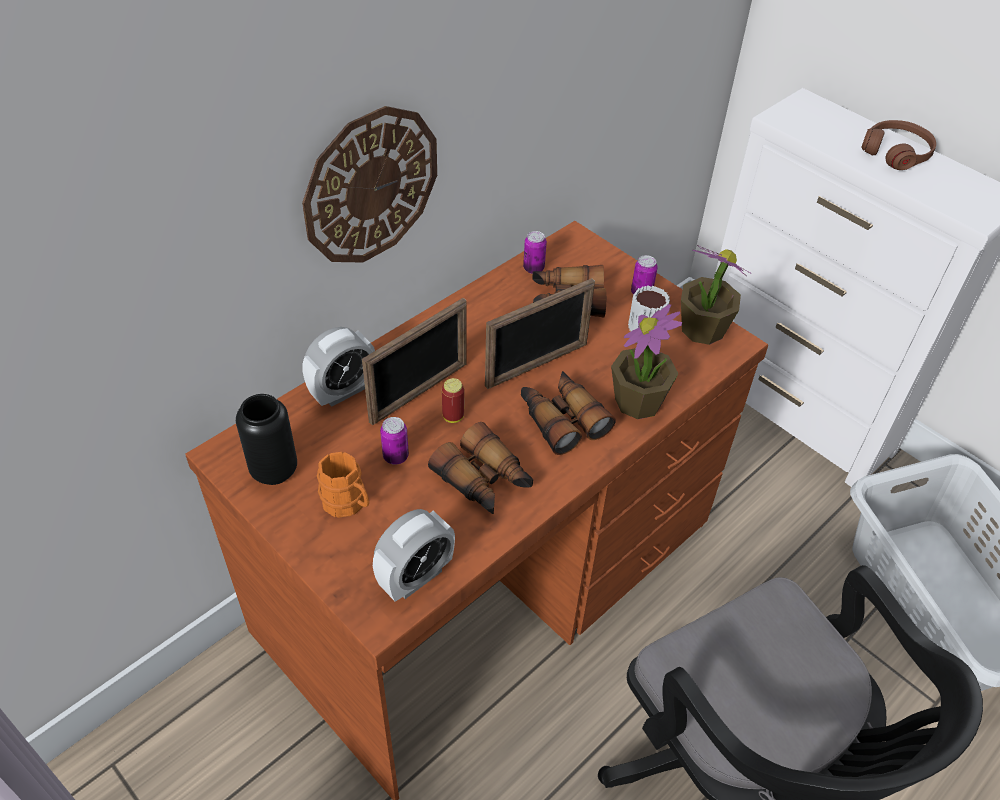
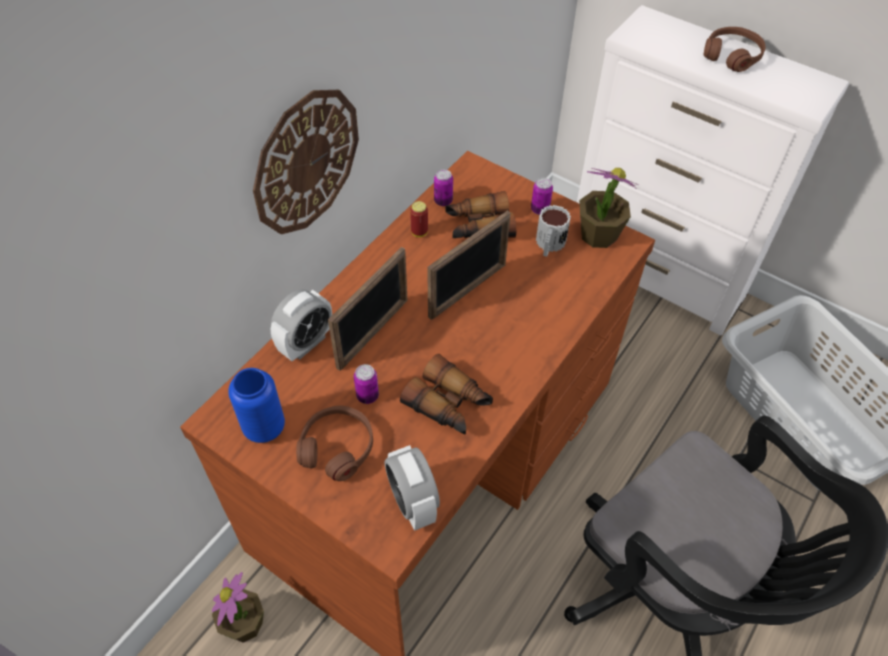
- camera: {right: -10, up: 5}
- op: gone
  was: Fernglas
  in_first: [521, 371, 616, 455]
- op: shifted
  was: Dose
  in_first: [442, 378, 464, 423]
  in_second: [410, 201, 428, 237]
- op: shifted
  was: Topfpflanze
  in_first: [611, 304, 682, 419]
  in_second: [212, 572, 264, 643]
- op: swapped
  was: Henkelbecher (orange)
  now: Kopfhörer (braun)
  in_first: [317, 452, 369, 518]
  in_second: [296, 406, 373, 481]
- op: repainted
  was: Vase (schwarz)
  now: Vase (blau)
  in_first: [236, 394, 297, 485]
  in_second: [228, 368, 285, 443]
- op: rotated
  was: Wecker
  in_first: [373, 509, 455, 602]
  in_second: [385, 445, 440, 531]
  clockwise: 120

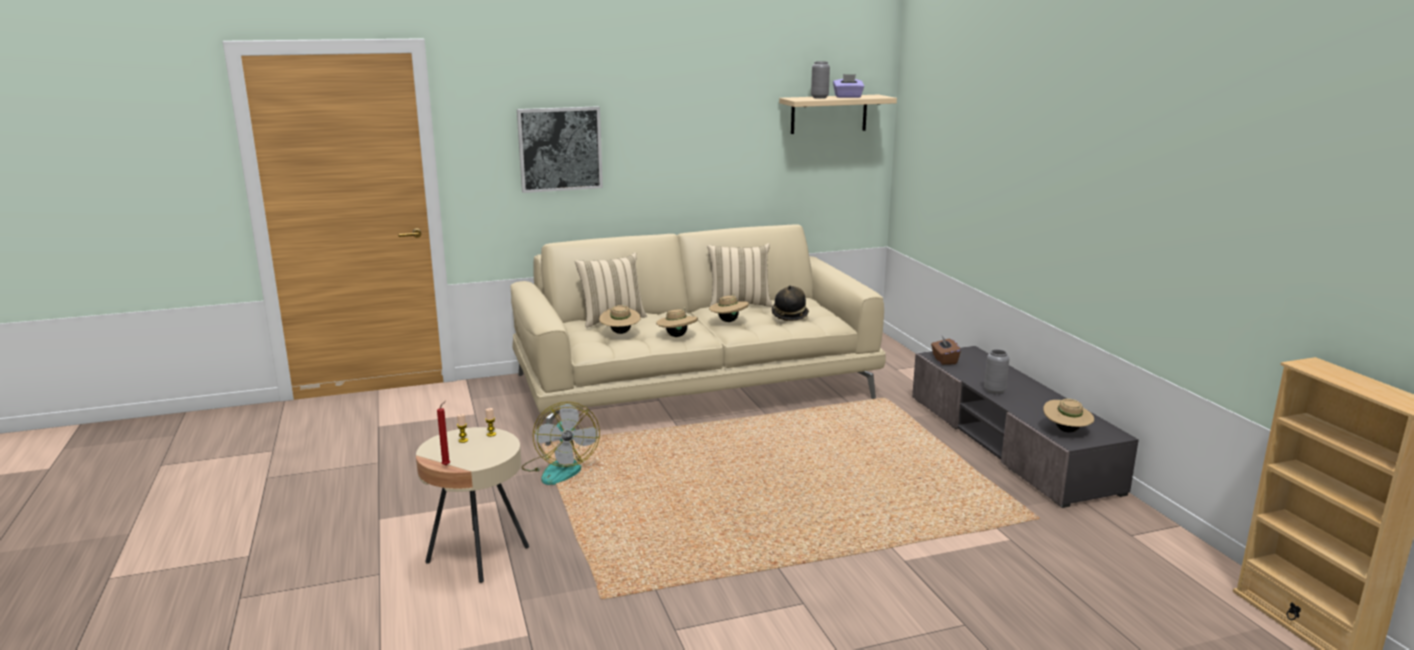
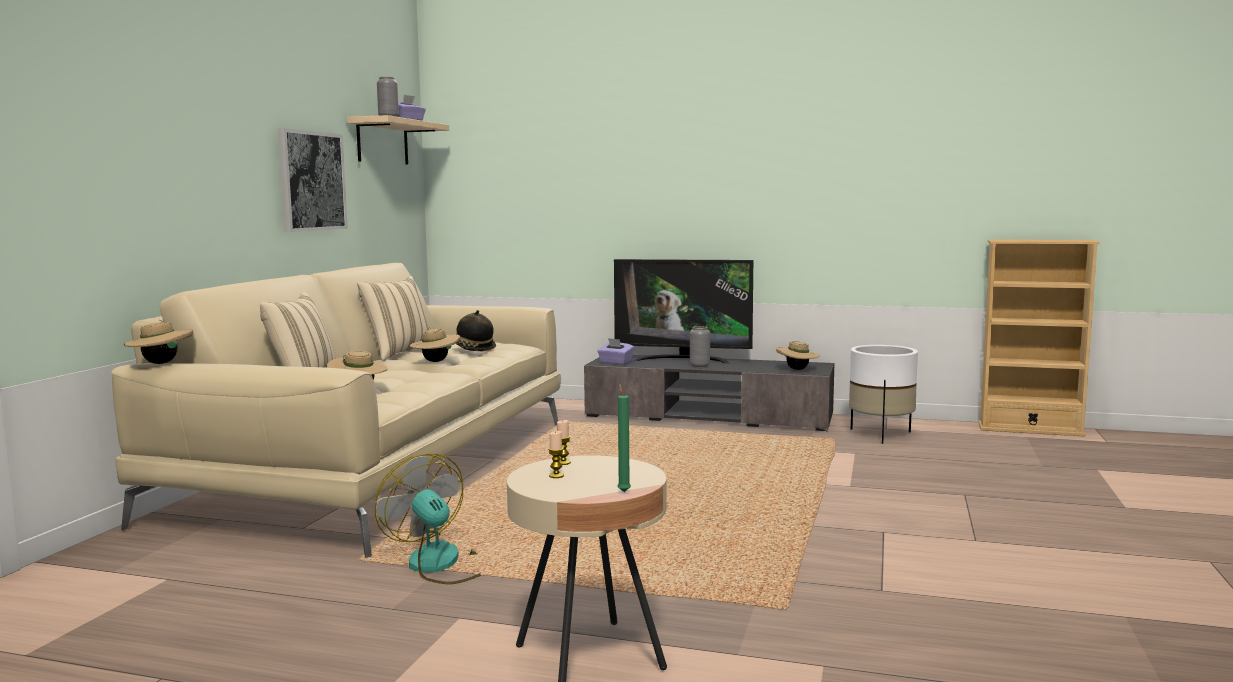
- camera: {right: -55, up: -10}
- op: new
  now: Fernseher
  in_second: [614, 259, 753, 364]
- op: new
  now: Pflanzkübel (weiß)
  in_second: [849, 345, 918, 444]
- op: shifted
  was: Bild
  in_first: [517, 106, 603, 193]
  in_second: [277, 128, 348, 232]
- op: shifted
  was: Hut (beige)
  in_first: [656, 307, 698, 337]
  in_second: [124, 319, 193, 364]
- op: repainted
  was: Kerze (rot)
  now: Kerze (grün)
  in_first: [437, 401, 450, 465]
  in_second: [617, 384, 631, 492]
- op: repainted
  was: Taschentuchbox (braun)
  now: Taschentuchbox (lila)
  in_first: [931, 336, 961, 365]
  in_second: [597, 338, 634, 365]
- op: rotated
  was: Ventilator
  in_first: [522, 402, 600, 485]
  in_second: [375, 454, 482, 584]
  clockwise: -150

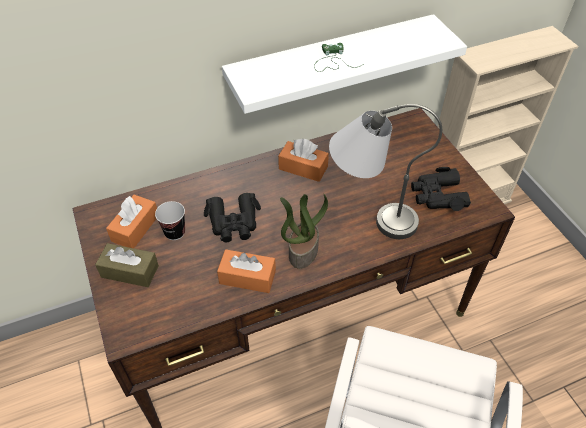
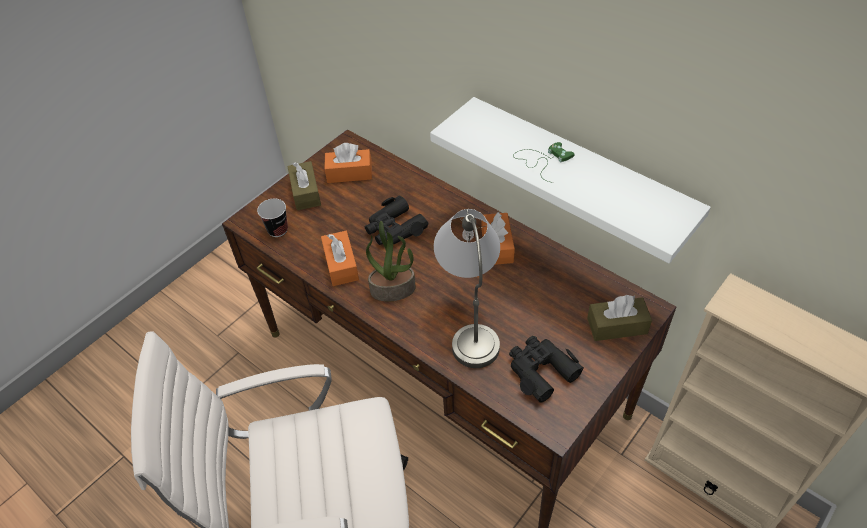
- camera: {right: 65, up: 0}
- op: new
  now: Taschentuchbox (braun)
  in_second: [587, 295, 652, 341]
- op: shifted
  was: Tasse
  in_first: [155, 201, 185, 240]
  in_second: [257, 199, 288, 237]

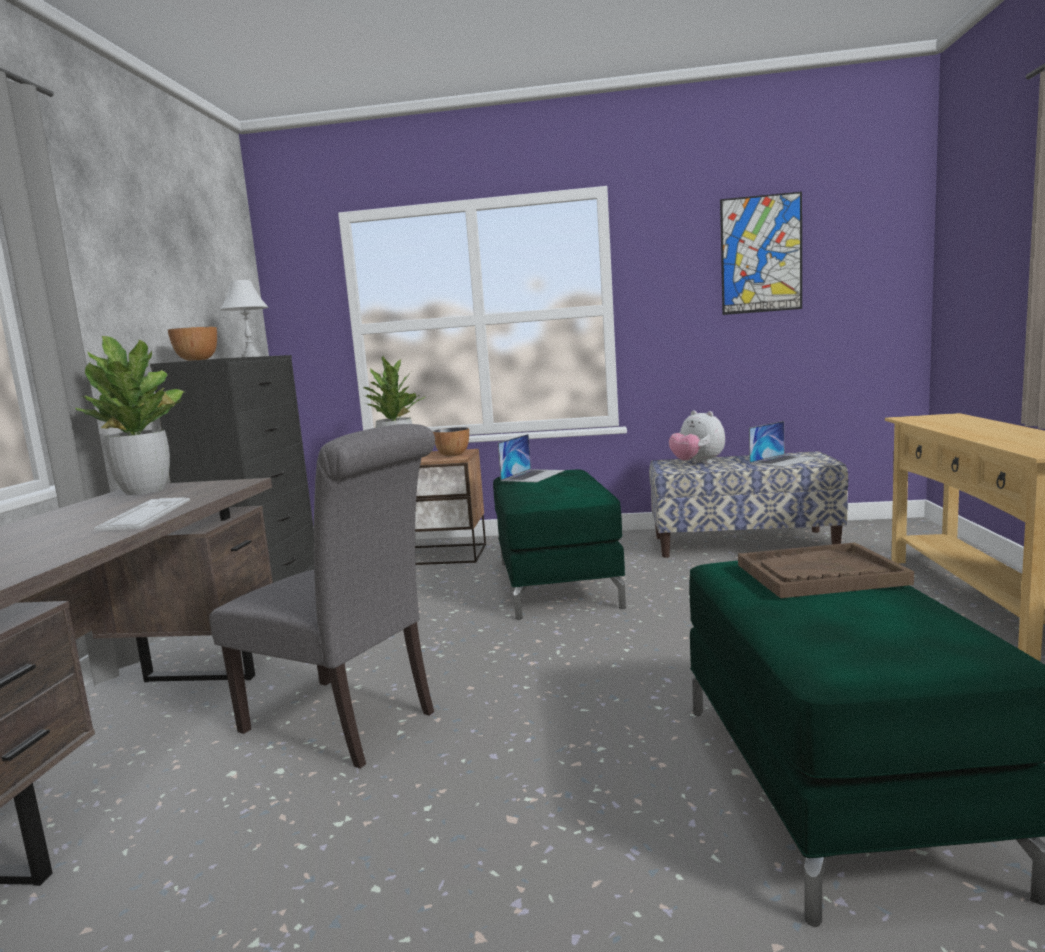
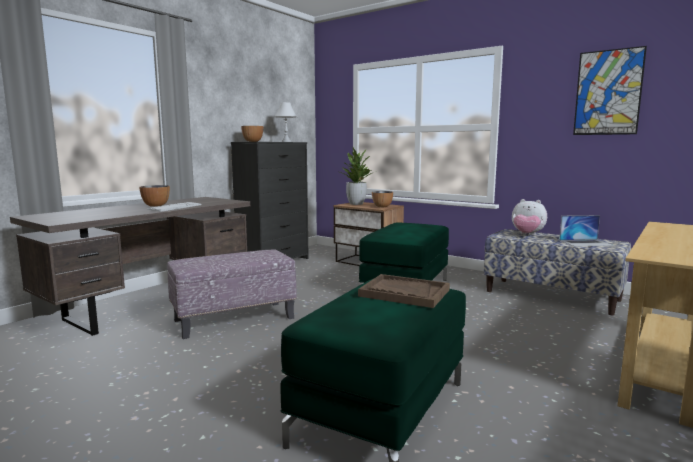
- camera: {right: 30, up: 0}
- op: gone
  was: Topfpflanze
  in_first: [75, 336, 184, 495]
- op: gone
  was: Laptop
  in_first: [498, 434, 565, 482]
- op: new
  now: Schüssel
  in_second: [139, 185, 170, 207]
- op: swapped
  was: Stuhl (grau)
  now: Polsterhocker
  in_first: [209, 424, 435, 768]
  in_second: [167, 250, 297, 339]
- op: rotated
  was: Plüschtier
  in_first: [669, 410, 725, 464]
  in_second: [512, 199, 547, 235]
  clockwise: -60

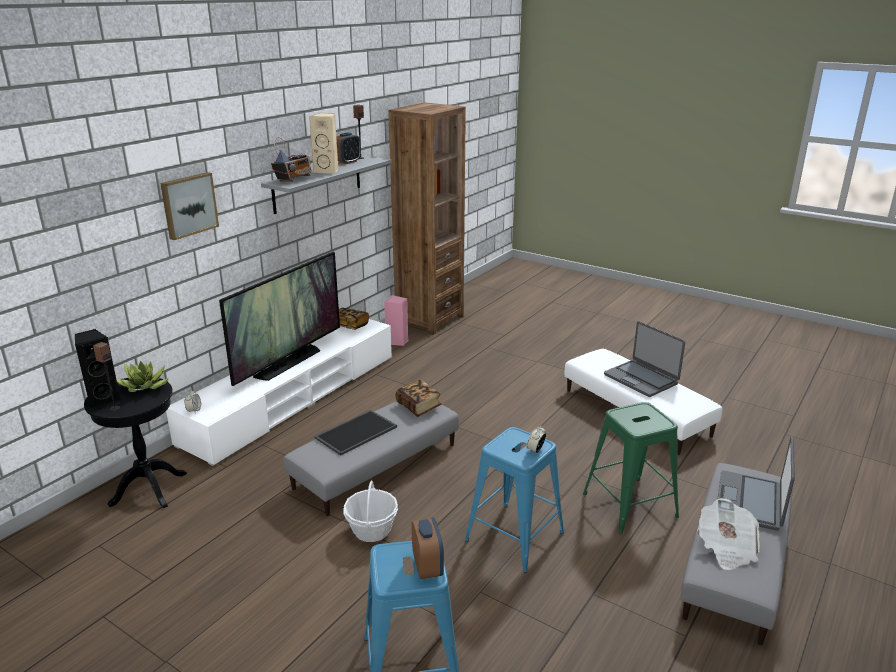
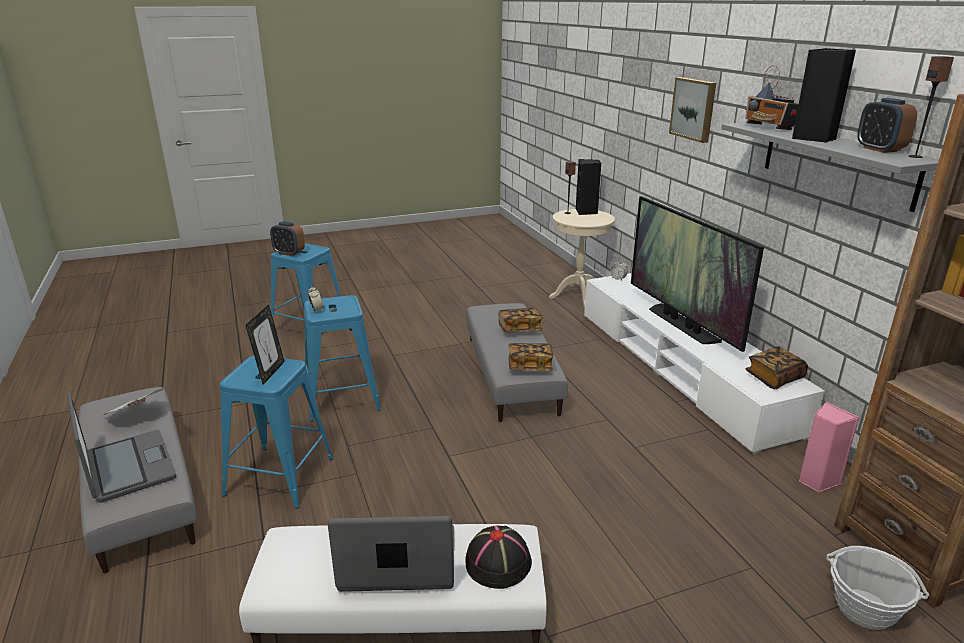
- camera: {right: 125, up: 0}
- op: gone
  was: Topfpflanze
  in_first: [116, 360, 169, 392]
- op: new
  now: Bilderrahmen
  in_second: [246, 305, 284, 385]
- op: new
  now: Hut (schwarz)
  in_second: [465, 526, 532, 589]
- op: shifted
  was: Korb
  in_first: [343, 480, 398, 542]
  in_second: [826, 546, 929, 630]
- op: swapped
  was: Tablett
  now: Buch
  in_first: [314, 410, 397, 456]
  in_second: [498, 308, 543, 332]
- op: repainted
  was: Beistelltisch (schwarz)
  now: Beistelltisch (beige)
  in_first: [84, 378, 187, 508]
  in_second: [549, 209, 615, 308]
- op: repainted
  was: Lautsprecher (beige)
  now: Lautsprecher (schwarz)
  in_first: [309, 113, 338, 174]
  in_second: [792, 48, 856, 143]
- op: repainted
  was: Hocker (grün)
  now: Hocker (blau)
  in_first: [583, 402, 679, 534]
  in_second: [220, 356, 334, 509]

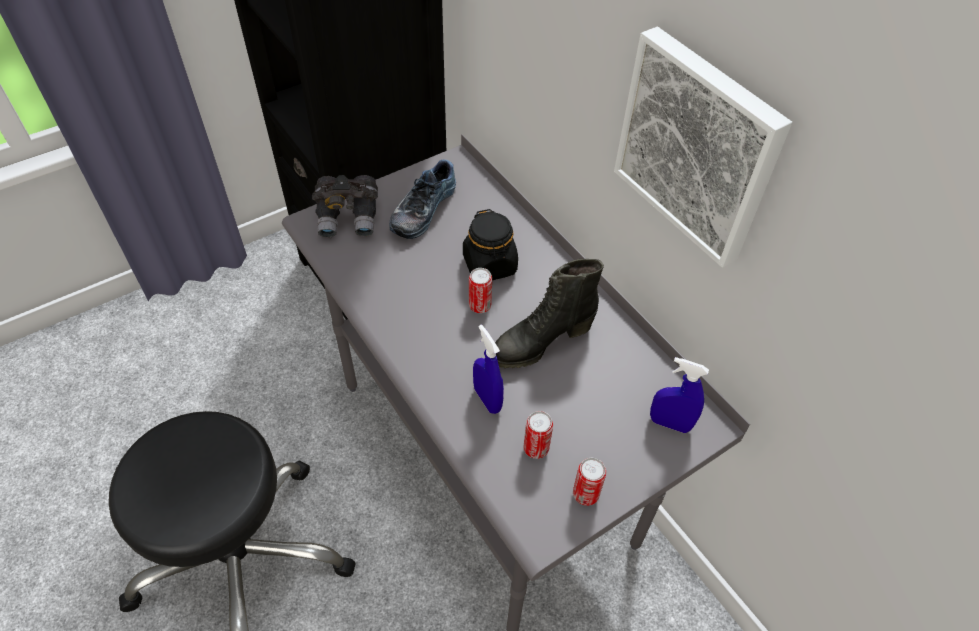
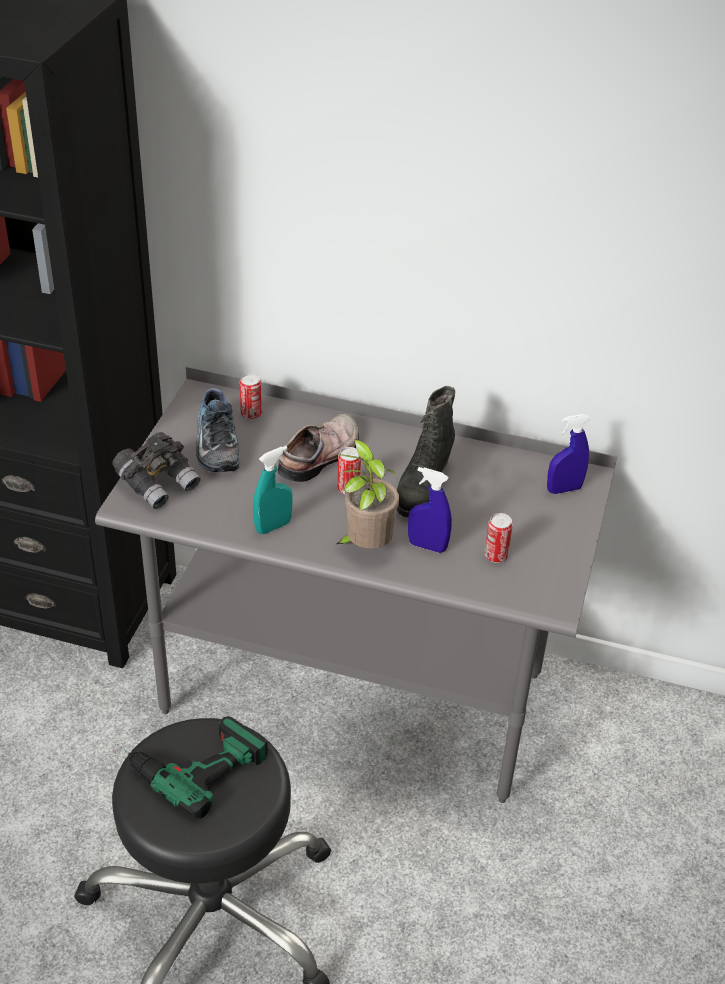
- camera: {right: -40, up: -10}
- op: gone
  was: Bild
  in_first: [614, 27, 792, 268]
- op: new
  now: Bohrmaschine
  in_second: [114, 716, 268, 819]
- op: new
  now: Sprühflasche (türkis)
  in_second: [253, 446, 293, 534]
- op: new
  now: Topfpflanze
  in_second: [335, 440, 399, 549]
- op: shifted
  was: Dose
  in_first: [573, 458, 606, 506]
  in_second: [240, 373, 262, 420]
- op: swapped
  was: Vorratsglas (schwarz)
  now: Schuh
  in_first: [463, 209, 518, 280]
  in_second: [278, 413, 359, 482]

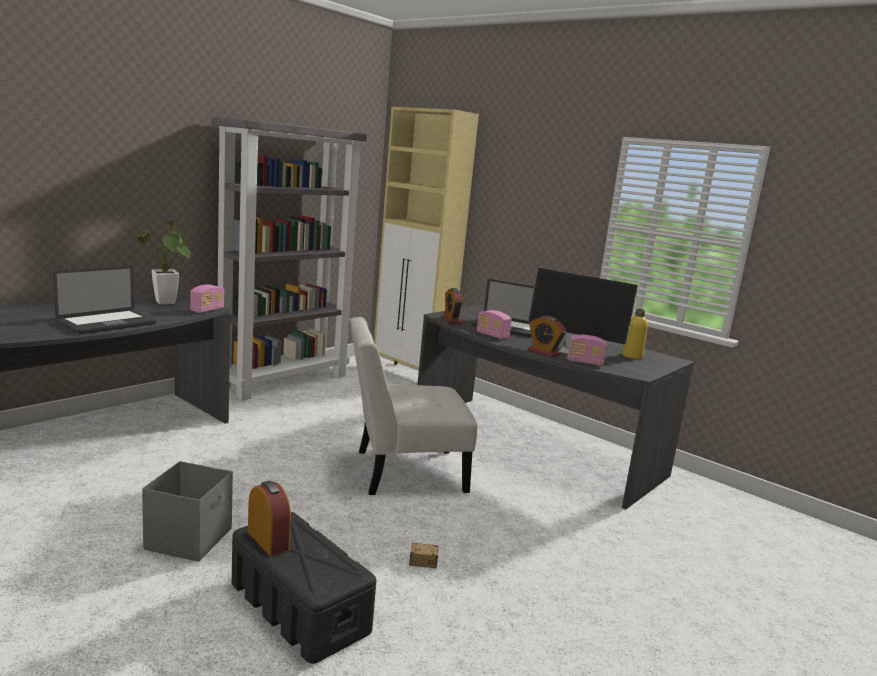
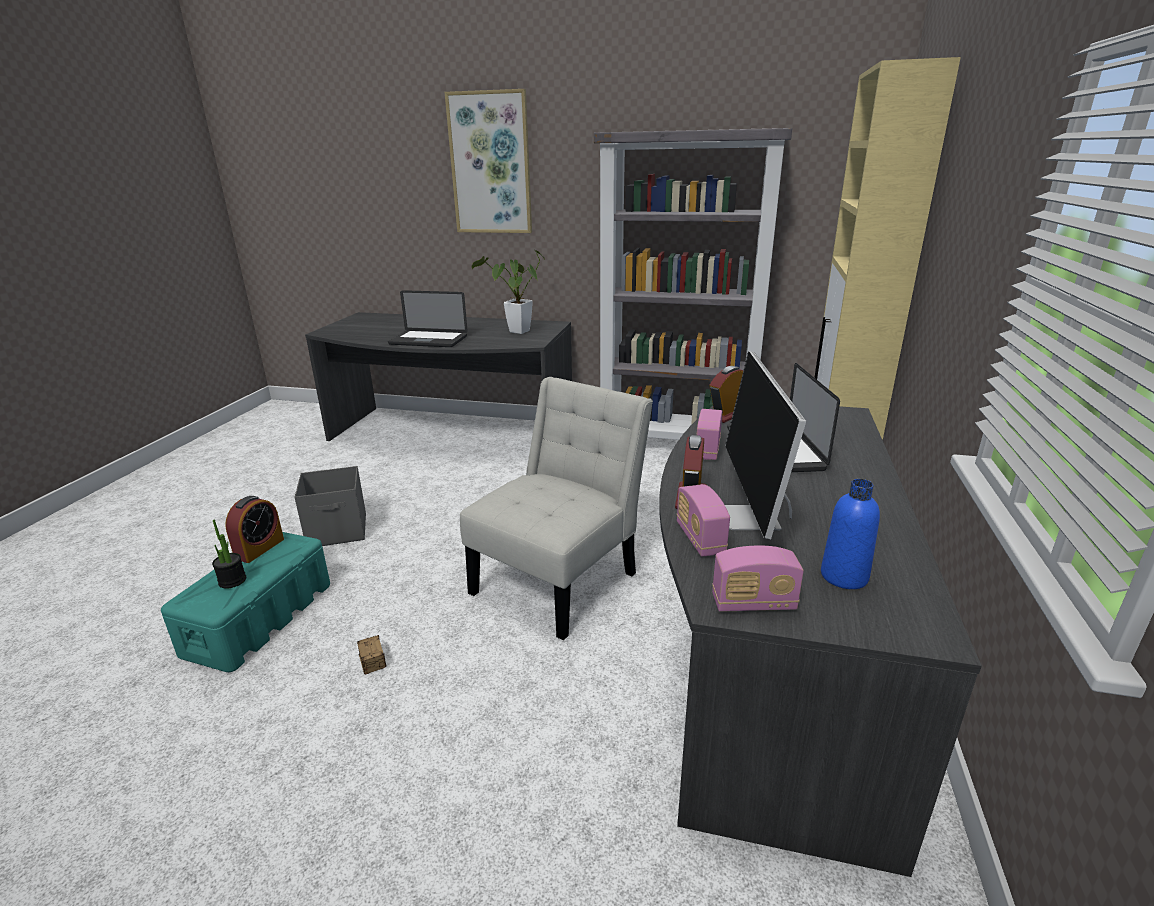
- camera: {right: 65, up: 10}
- op: new
  now: Topfpflanze
  in_second: [212, 519, 246, 589]
- op: new
  now: Bild
  in_second: [445, 89, 532, 233]
- op: shifted
  was: Radio
  in_first: [190, 285, 224, 313]
  in_second: [712, 546, 804, 612]
- op: repainted
  was: Aufbewahrungsbox (schwarz)
  now: Aufbewahrungsbox (türkis)
  in_first: [232, 512, 376, 664]
  in_second: [161, 532, 330, 672]
- op: repainted
  was: Flasche (gelb)
  now: Flasche (blau)
  in_first: [622, 309, 648, 359]
  in_second: [821, 479, 880, 589]
- op: rotated
  was: Stuhl (weiß)
  in_first: [350, 317, 477, 495]
  in_second: [460, 377, 653, 641]
  clockwise: 75

